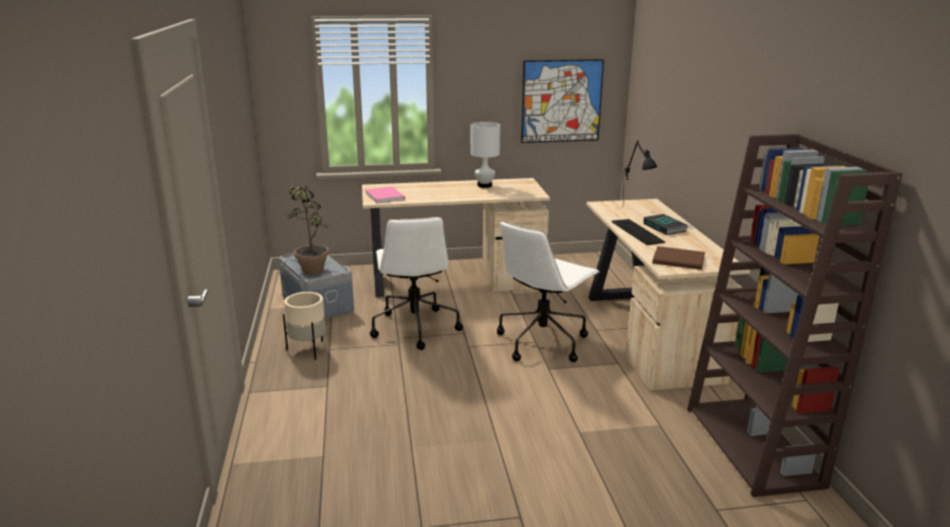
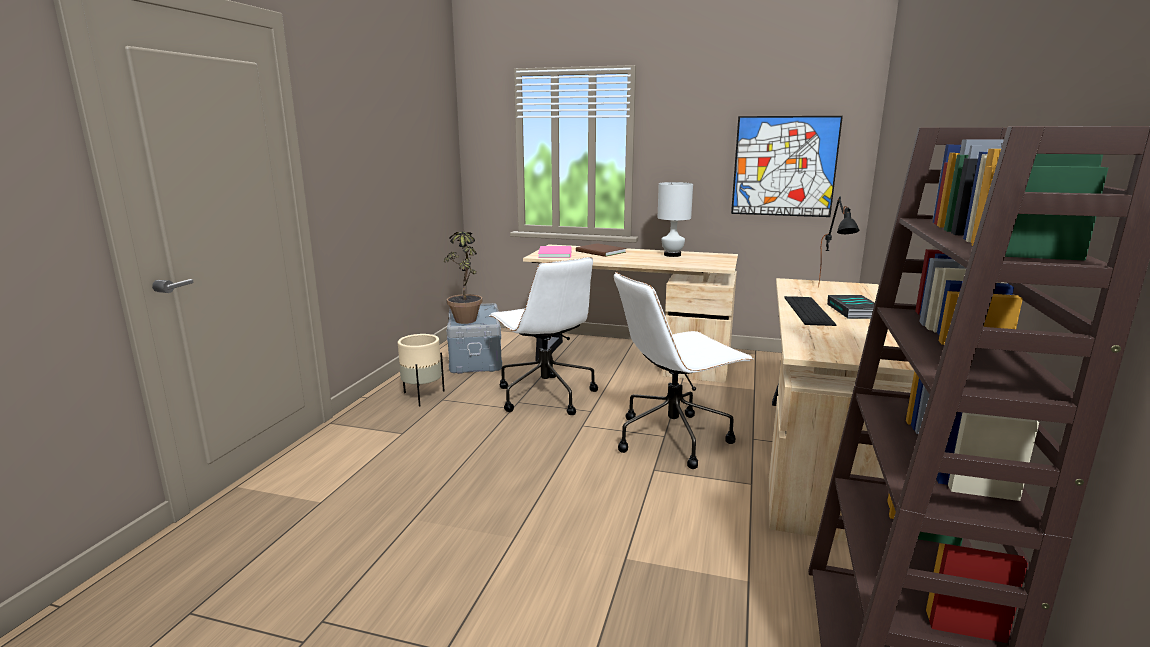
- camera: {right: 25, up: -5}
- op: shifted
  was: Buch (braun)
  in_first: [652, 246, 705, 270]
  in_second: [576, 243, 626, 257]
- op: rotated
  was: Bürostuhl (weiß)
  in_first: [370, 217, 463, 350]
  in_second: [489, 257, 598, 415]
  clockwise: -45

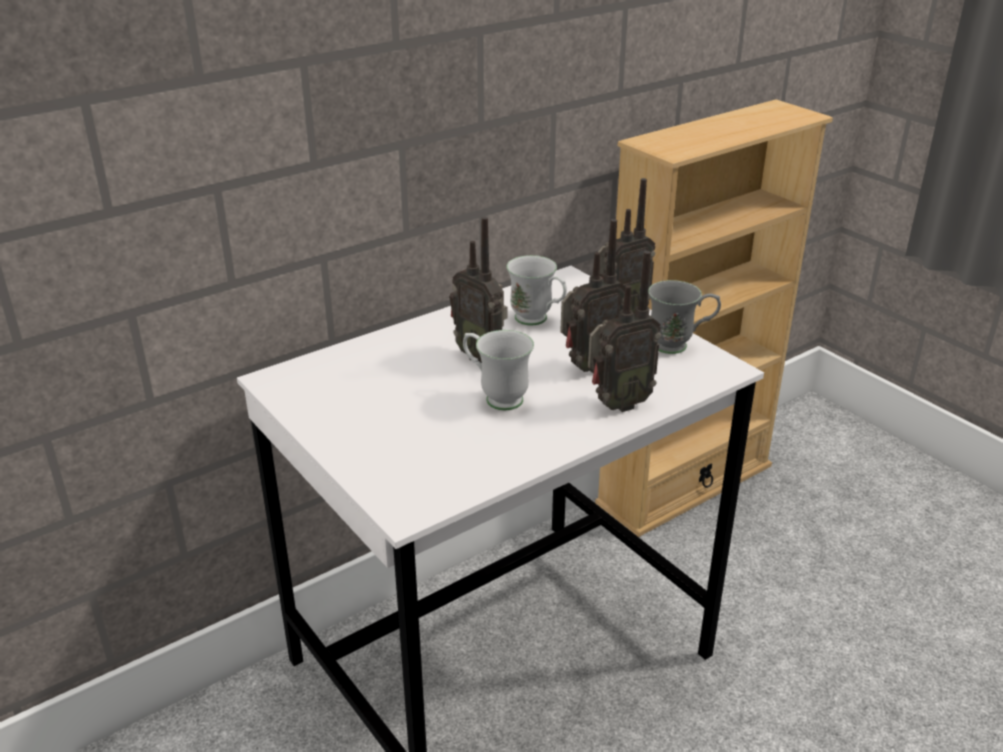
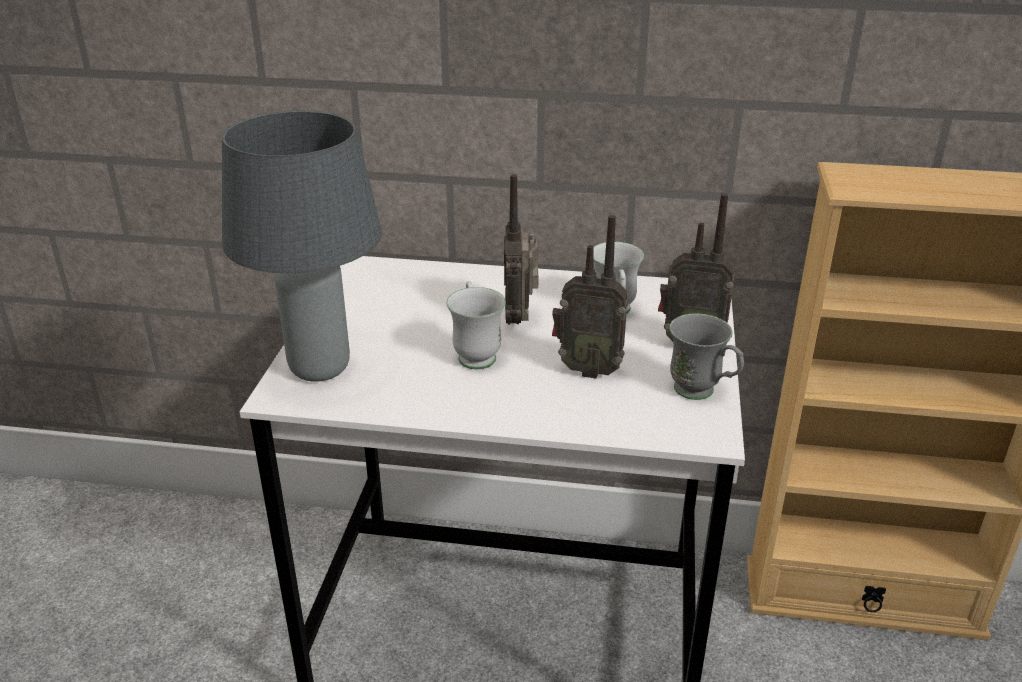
- camera: {right: 45, up: 0}
- op: gone
  was: Radio
  in_first: [588, 251, 661, 412]
- op: new
  now: Tischlampe (grau)
  in_second: [222, 110, 382, 382]

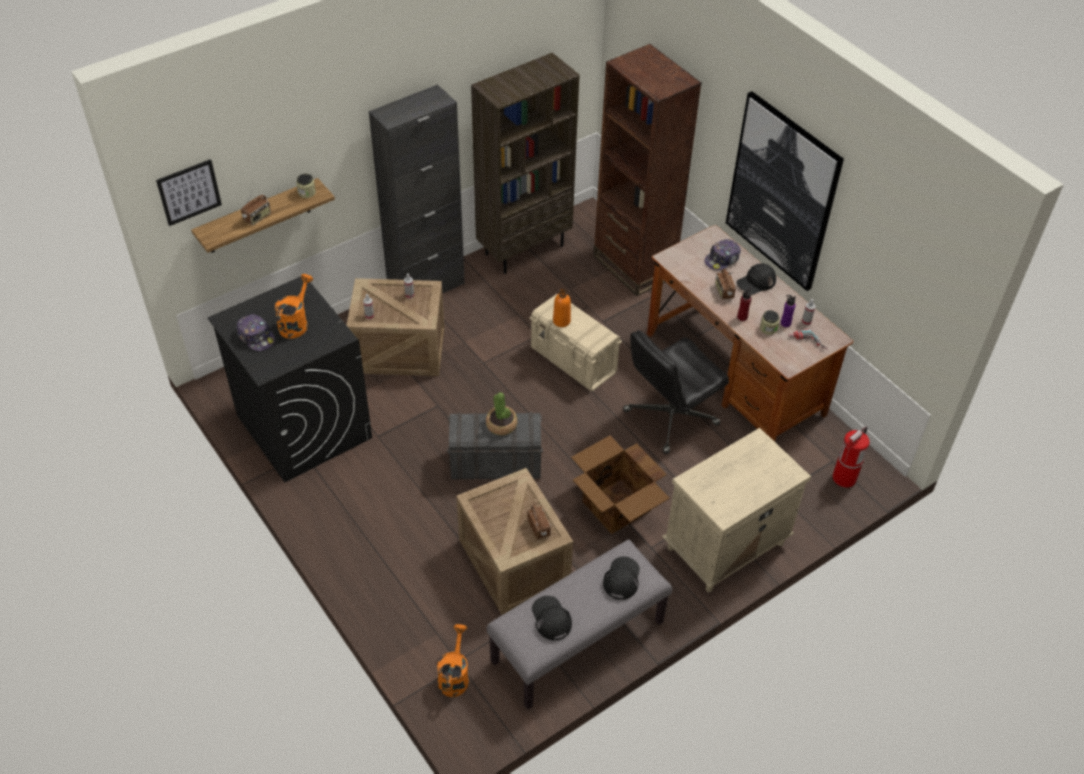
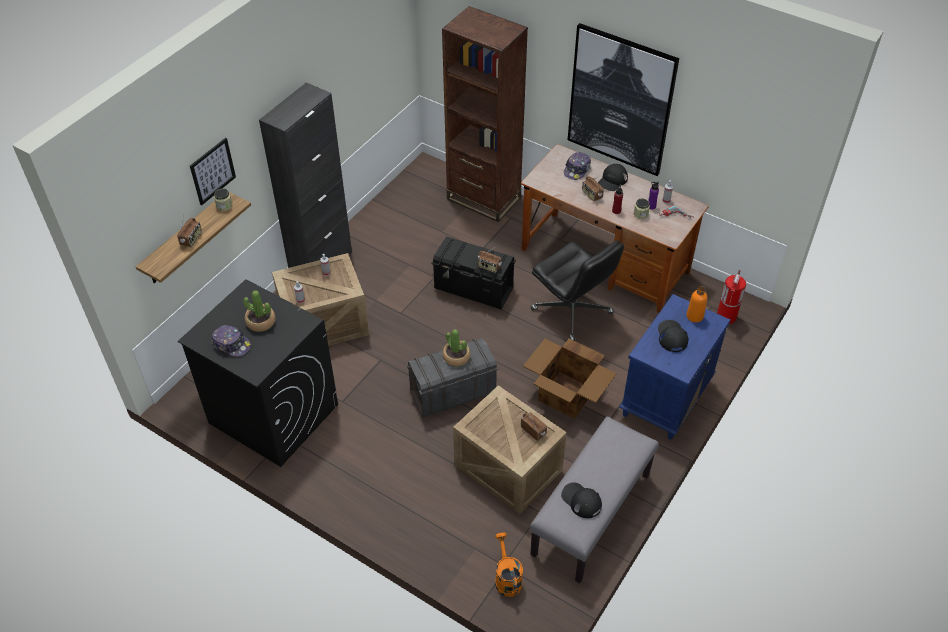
- camera: {right: -20, up: 0}
- op: gone
  was: Bücherregal (braun)
  in_first: [471, 53, 580, 274]
- op: new
  now: Radio
  in_second: [478, 248, 502, 273]
- op: shifted
  was: Bild
  in_first: [156, 159, 222, 226]
  in_second: [190, 138, 236, 205]
- op: shifted
  was: Flasche (orange)
  in_first: [553, 289, 571, 327]
  in_second: [686, 286, 707, 322]
- op: shifted
  was: Kappe (schwarz)
  in_first: [603, 557, 640, 600]
  in_second: [658, 320, 689, 352]
- op: swapped
  was: Gießkanne (orange)
  now: Topfpflanze
  in_first: [275, 274, 313, 338]
  in_second: [243, 290, 275, 332]
- op: repainted
  was: Aufbewahrungsbox (beige)
  now: Aufbewahrungsbox (schwarz)
  in_first: [529, 294, 622, 391]
  in_second: [431, 237, 516, 309]
- op: repainted
  was: Nachttisch (beige)
  now: Nachttisch (blau)
  in_first: [662, 428, 811, 592]
  in_second: [619, 294, 730, 440]
- op: rotated
  was: Bürostuhl (schwarz)
  in_first: [623, 330, 729, 454]
  in_second: [531, 240, 624, 341]
  clockwise: -75

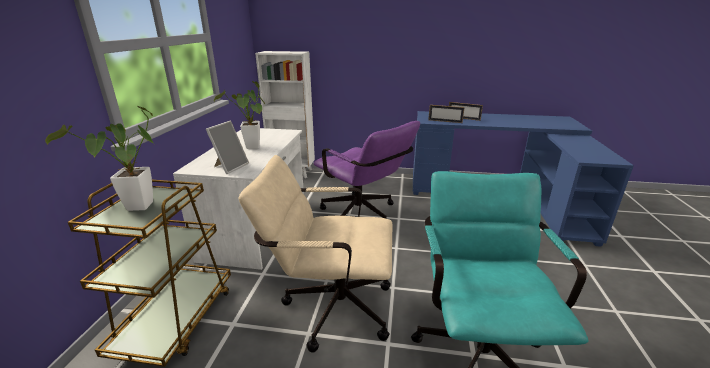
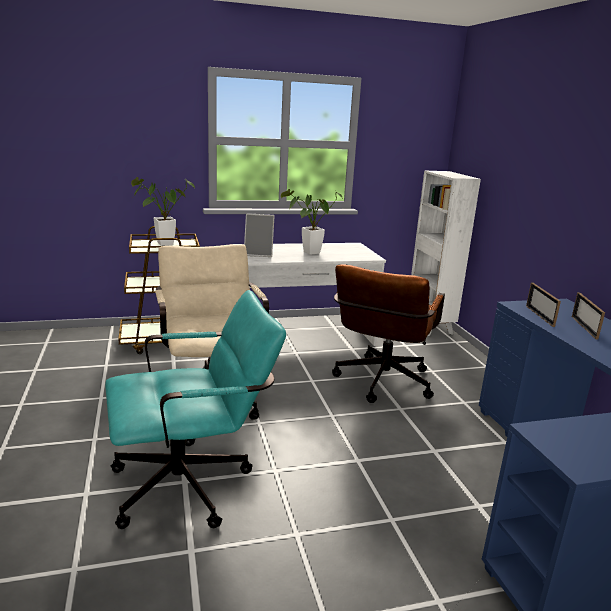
- camera: {right: 65, up: -5}
- op: repainted
  was: Bürostuhl (lila)
  now: Bürostuhl (braun)
  in_first: [314, 121, 420, 219]
  in_second: [332, 264, 445, 403]

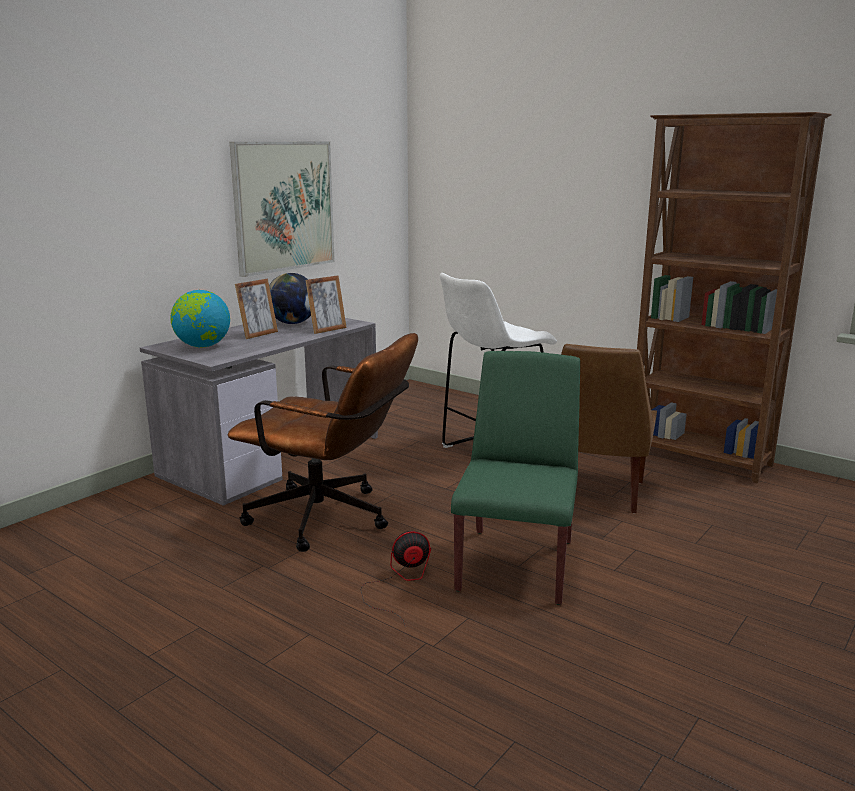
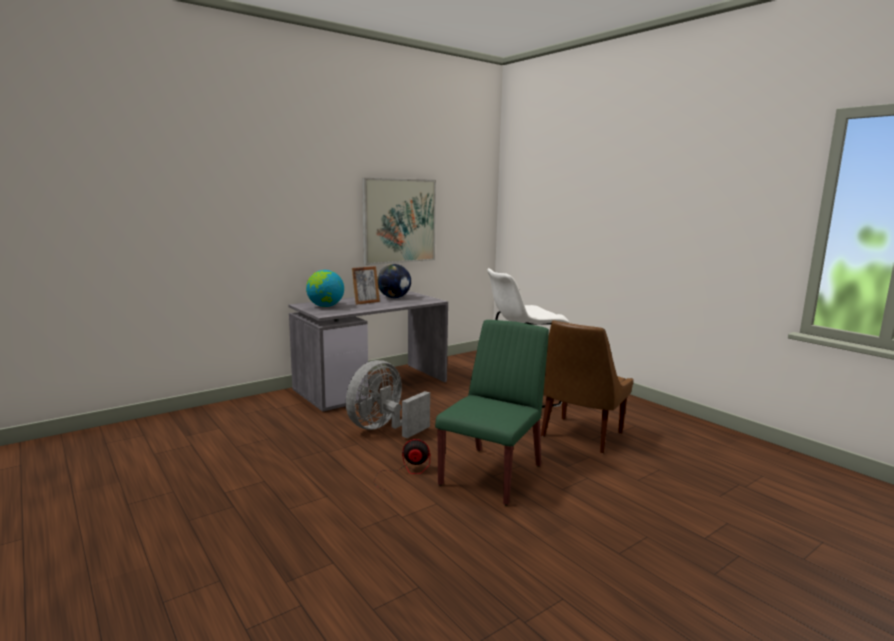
- camera: {right: 15, up: -5}
- op: gone
  was: Bilderrahmen
  in_first: [306, 275, 347, 334]
- op: gone
  was: Bücherregal (braun)
  in_first: [637, 112, 832, 483]
- op: swapped
  was: Bürostuhl (braun)
  now: Ventilator (grau)
  in_first: [228, 333, 418, 552]
  in_second: [346, 360, 430, 438]

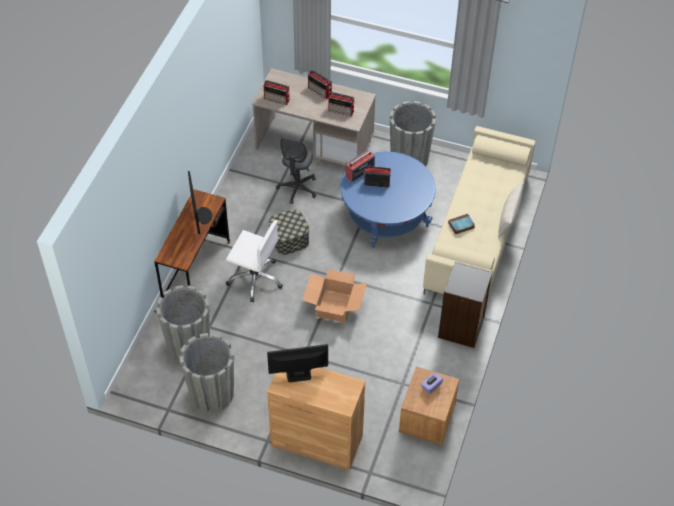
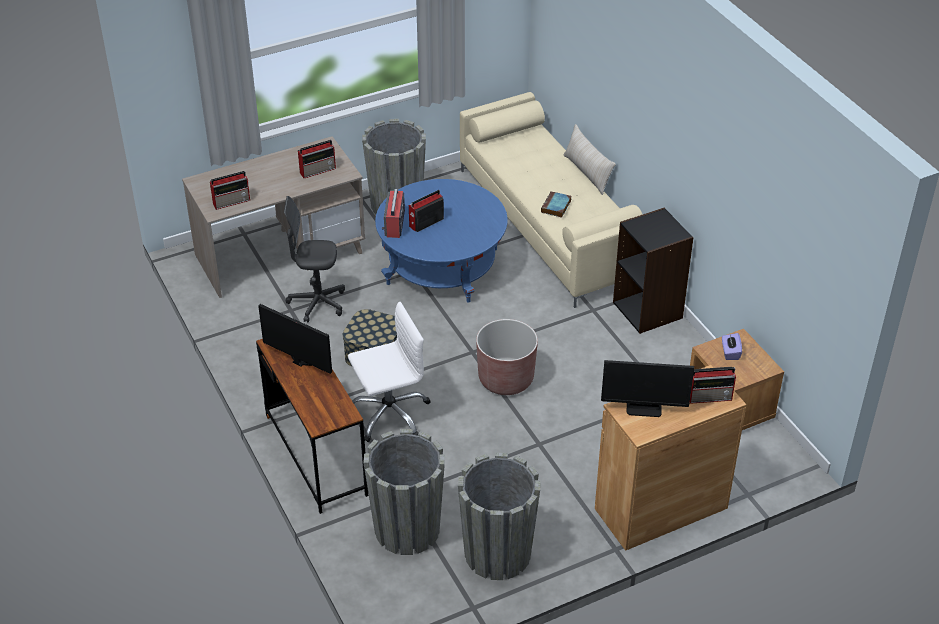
- camera: {right: -45, up: -10}
- op: shifted
  was: Radio
  in_first: [308, 70, 332, 99]
  in_second: [690, 367, 736, 404]
- op: swapped
  was: Karton
  now: Pflanzkübel (braun)
  in_first: [302, 269, 367, 323]
  in_second: [476, 319, 538, 395]
- op: rotated
  was: Monitor
  in_first: [267, 344, 328, 382]
  in_second: [601, 360, 694, 417]
  clockwise: -120
- op: rotated
  was: Bürostuhl (grau)
  in_first: [276, 138, 316, 204]
  in_second: [284, 196, 345, 323]
  clockwise: 120

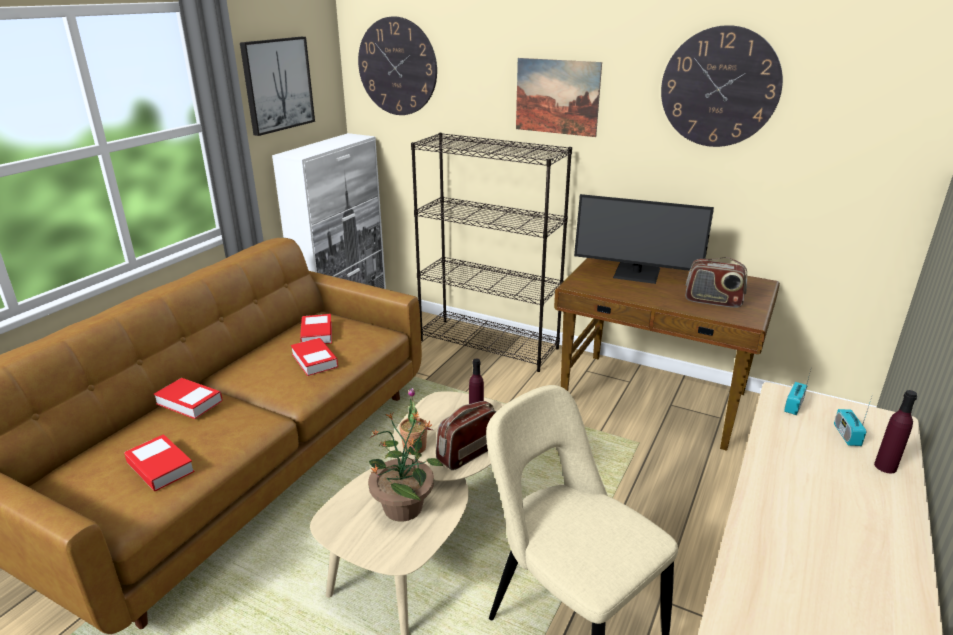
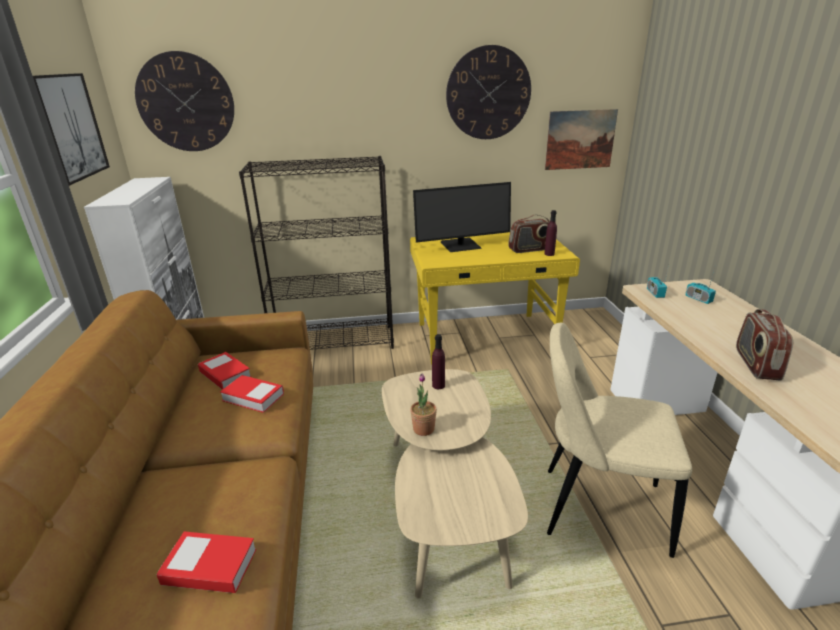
- camera: {right: -35, up: 0}
- op: gone
  was: Buch
  in_first: [154, 378, 223, 419]
- op: gone
  was: Topfpflanze
  in_first: [368, 411, 443, 522]
- op: shifted
  was: Radio
  in_first: [436, 401, 496, 470]
  in_second: [736, 309, 793, 381]
- op: shifted
  was: Bild
  in_first: [516, 58, 602, 137]
  in_second: [545, 109, 618, 170]
- op: shifted
  was: Flasche (lila)
  in_first: [874, 390, 917, 473]
  in_second: [544, 210, 557, 256]
- op: repainted
  was: Schreibtisch (braun)
  now: Schreibtisch (gelb)
  in_first: [554, 258, 780, 451]
  in_second: [410, 232, 580, 365]

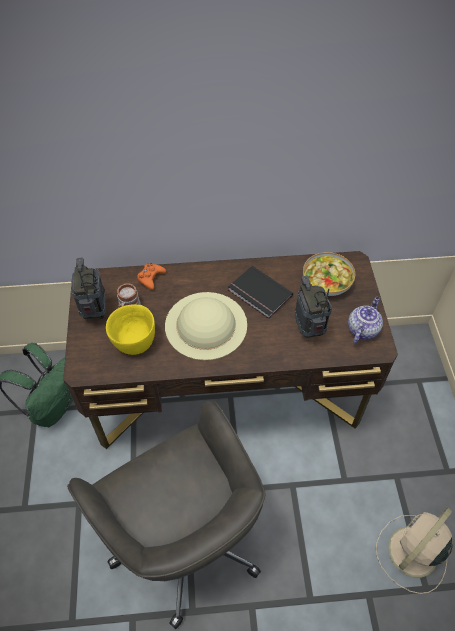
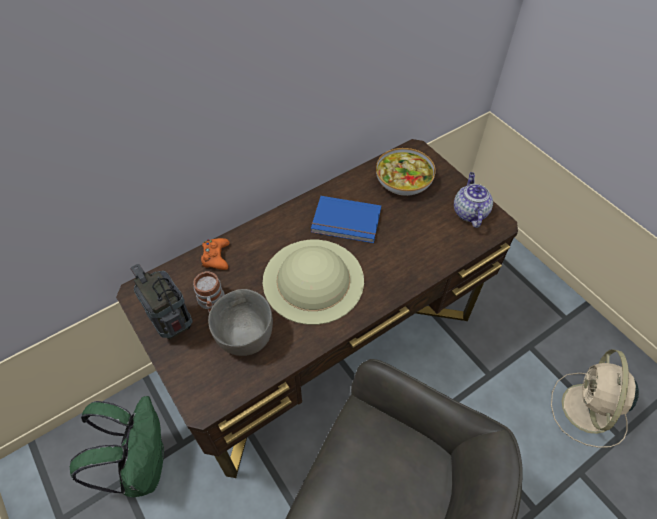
- camera: {right: -30, up: 0}
- op: gone
  was: Radio
  in_first: [295, 276, 332, 338]
- op: repainted
  was: Schüssel (gelb)
  now: Schüssel (grau)
  in_first: [106, 304, 155, 355]
  in_second: [208, 289, 273, 356]
- op: repainted
  was: Buch (schwarz)
  now: Buch (blau)
  in_first: [228, 266, 293, 319]
  in_second: [311, 196, 381, 243]

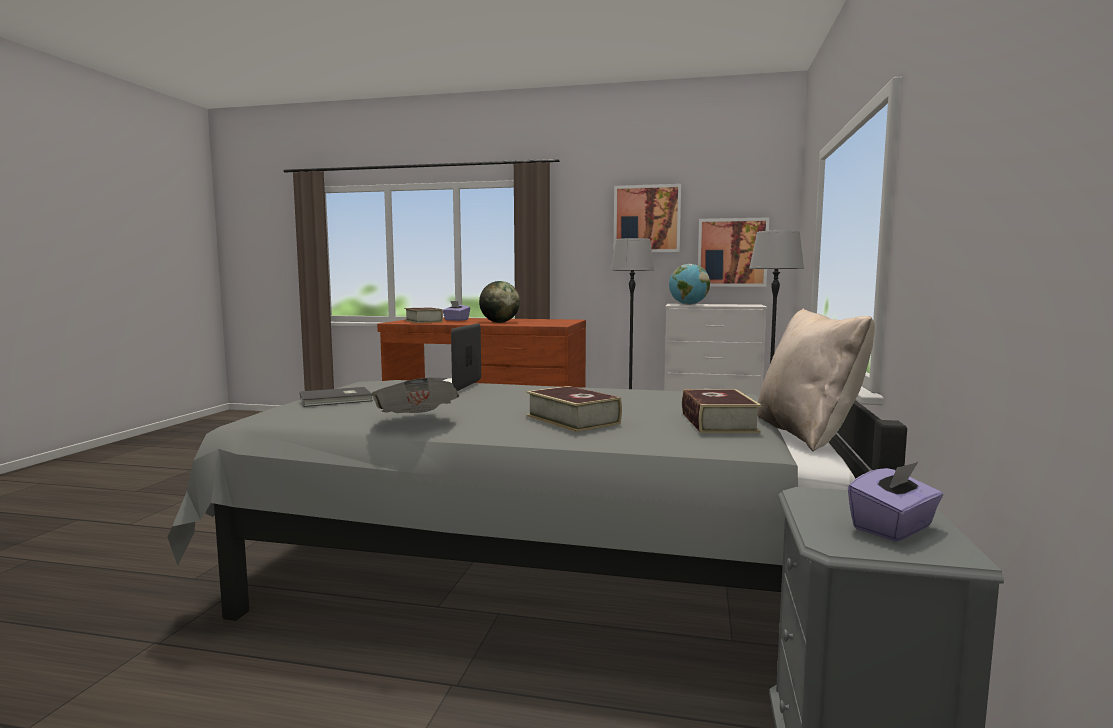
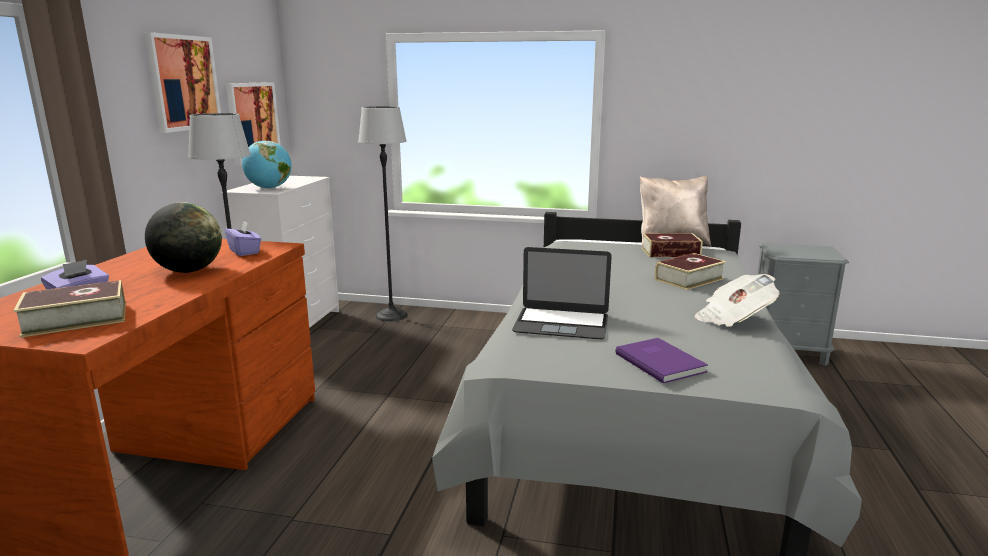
- camera: {right: -90, up: 10}
- op: shifted
  was: Taschentuchbox (lila)
  in_first: [848, 461, 943, 542]
  in_second: [225, 221, 262, 256]
- op: repainted
  was: Buch (grau)
  now: Buch (lila)
  in_first: [300, 387, 373, 407]
  in_second: [615, 338, 708, 384]

